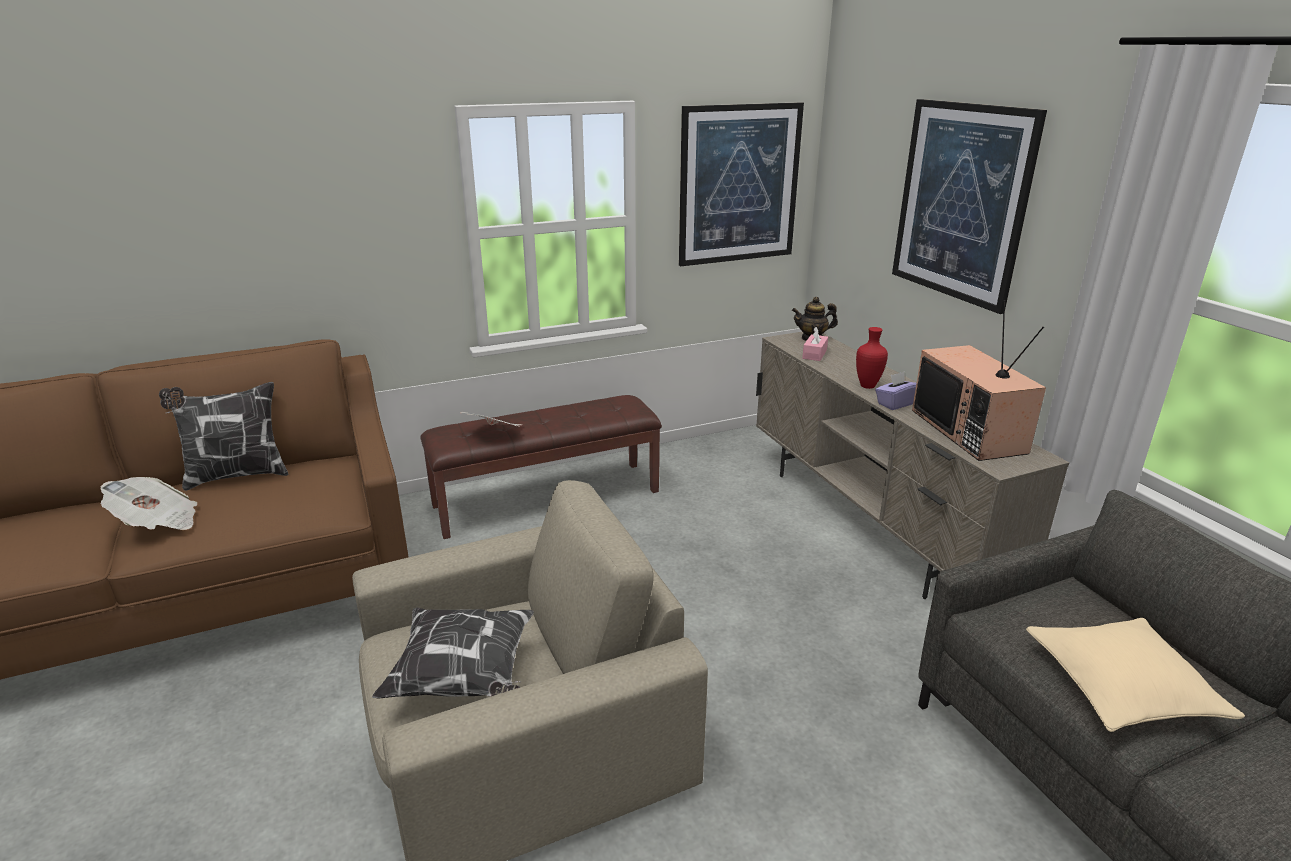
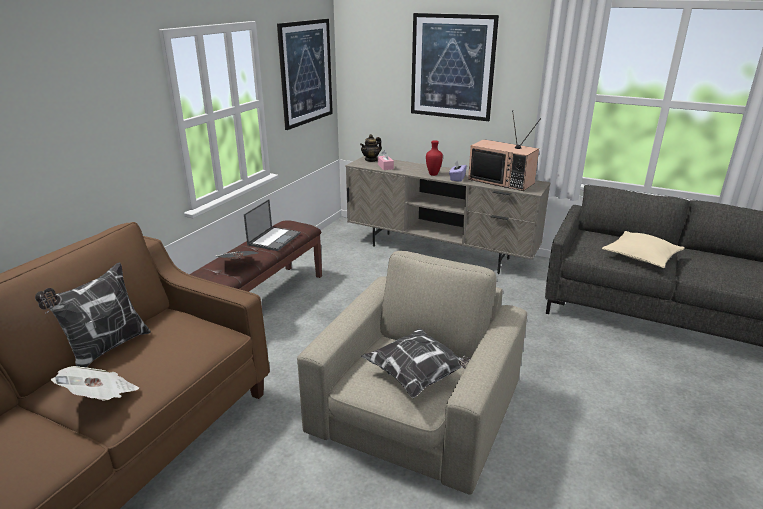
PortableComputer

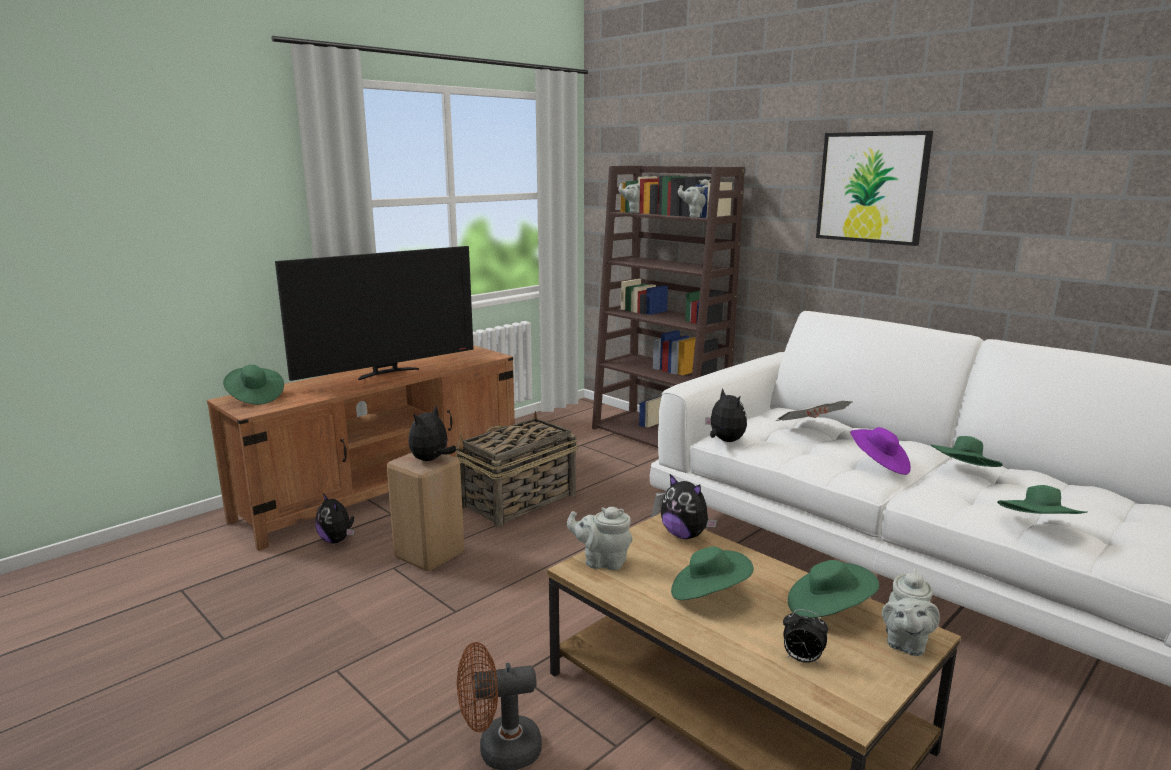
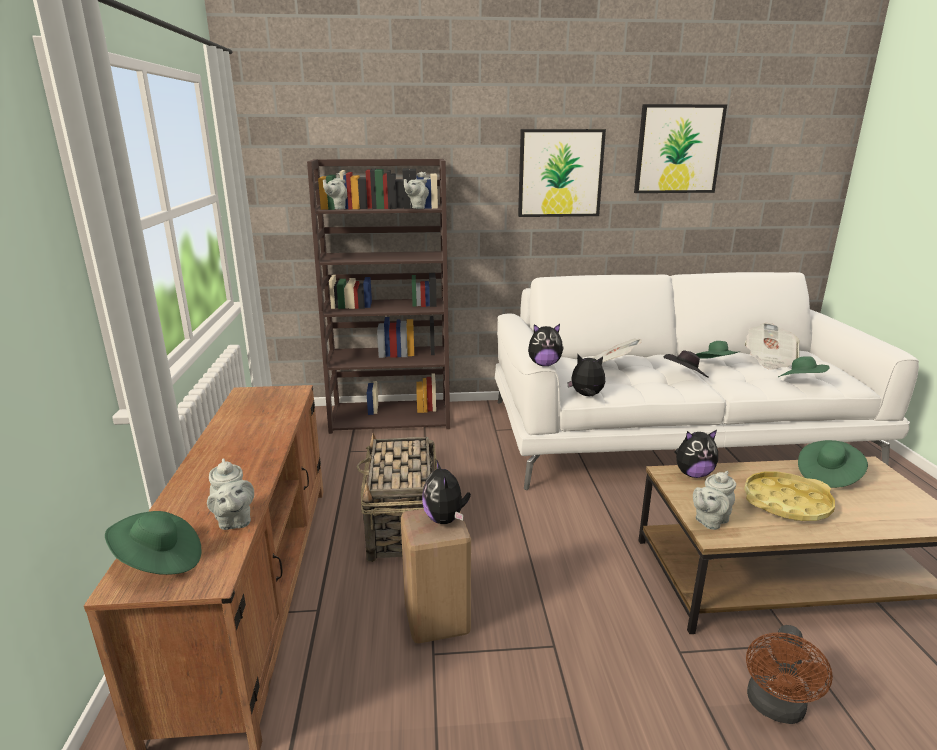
Tv
CuddlyToy (2nd from left)
YellowServingTray
AlarmClock
BlackColouredWearableHat
GrayTeapot (1st from left)
Picture (2nd from left)
Newspaper (2nd from left)

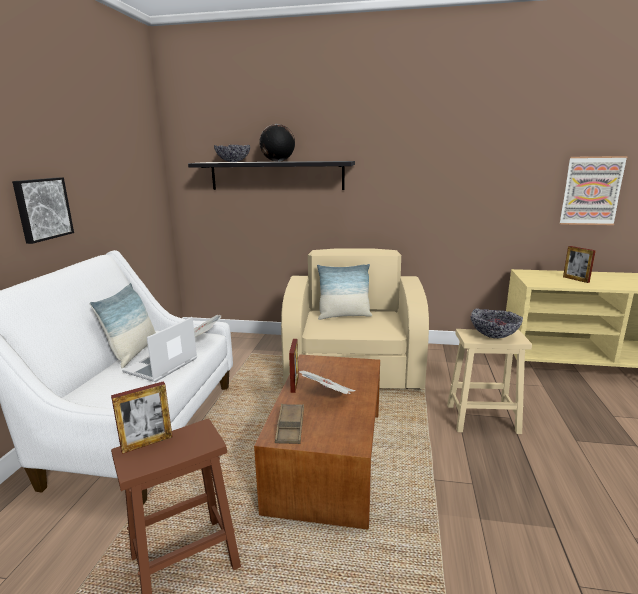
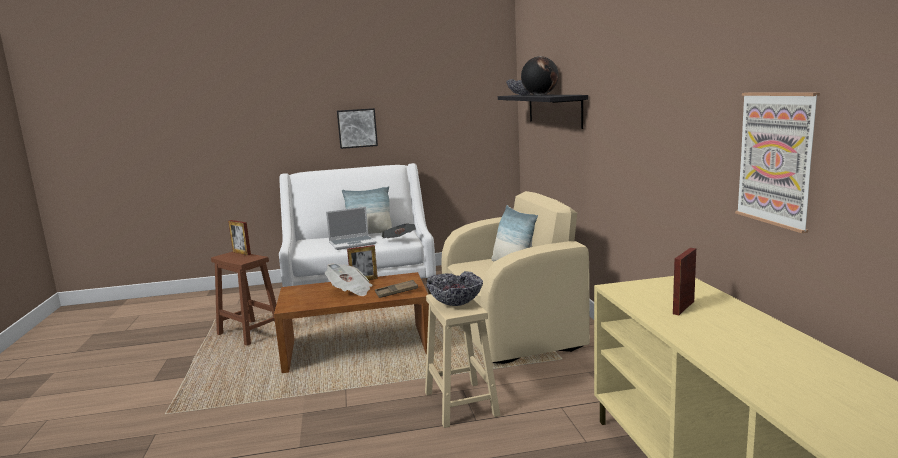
PortableComputer
BrownServingTray

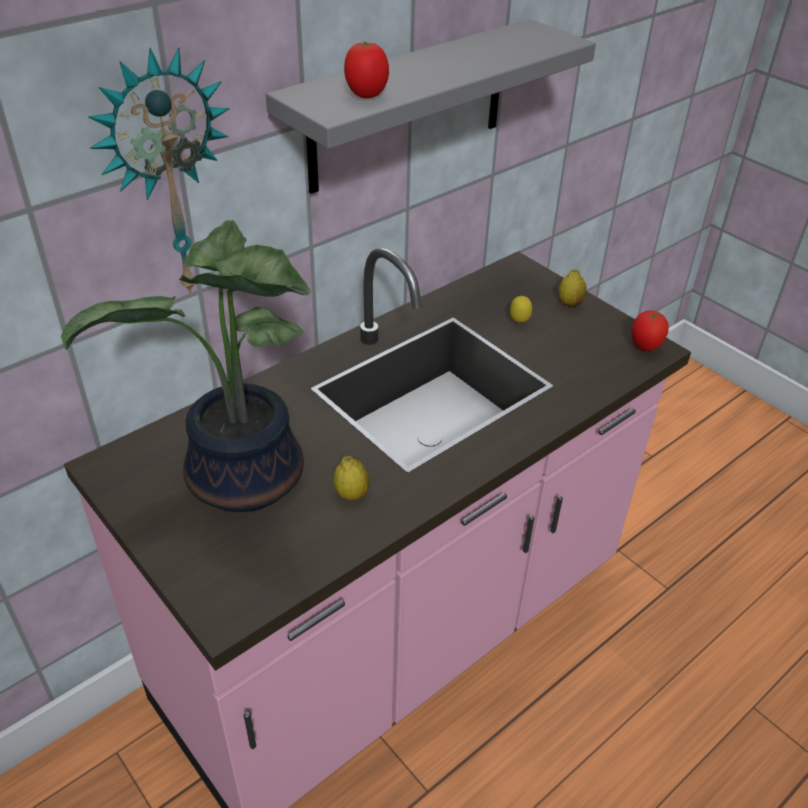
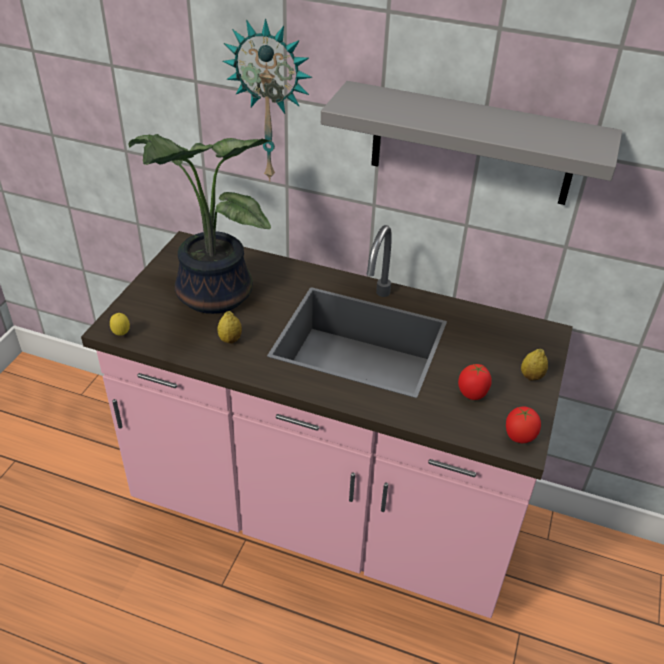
WholeTomato (1st from left)
CitrusFruit (1st from left)

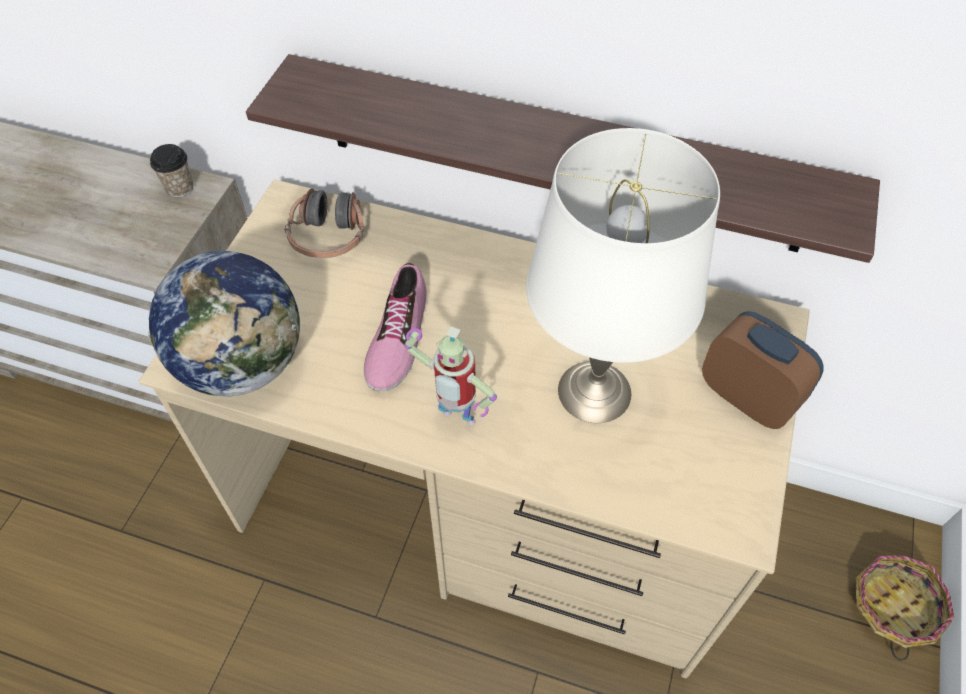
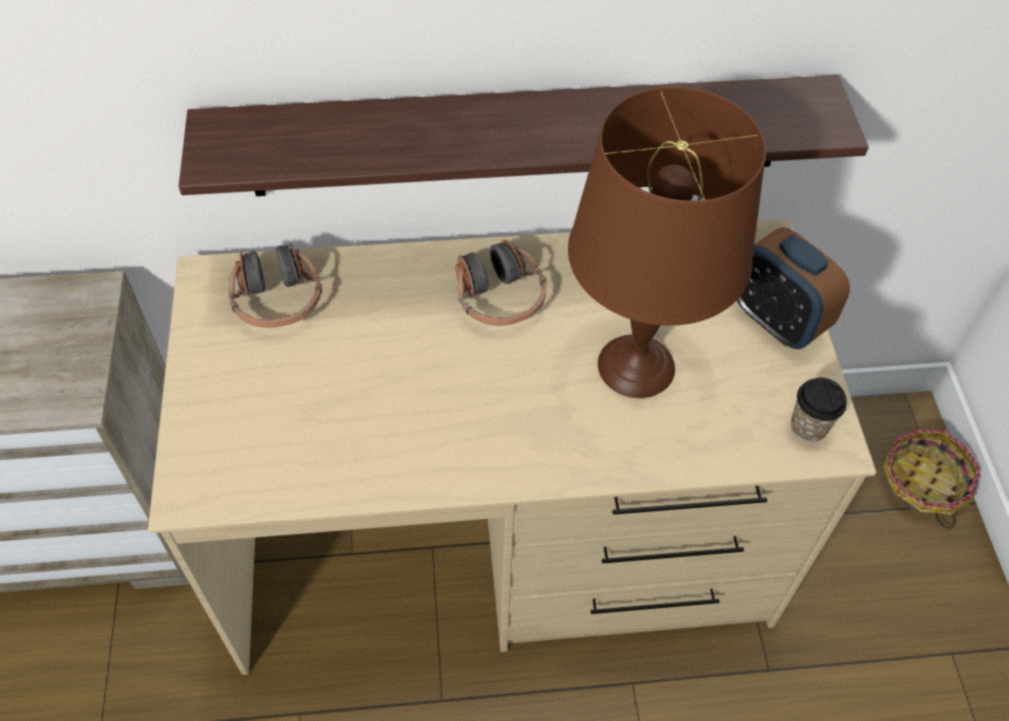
DeskGlobe
Cup
ItemOfFootwear
RobotFigure
BrownTabletopLamp
AlarmClock
Headphones (2nd from left)

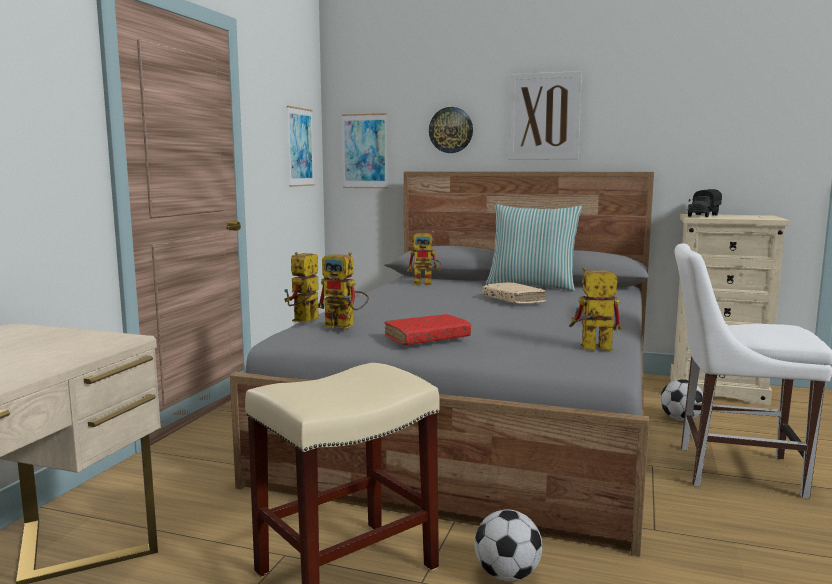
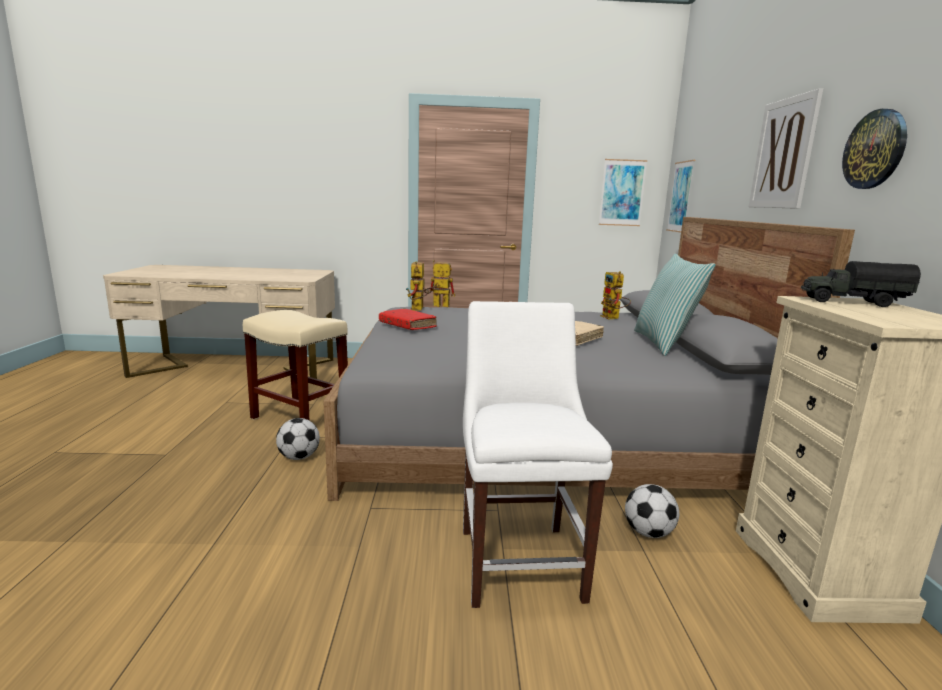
HangingClock
RobotFigure (4th from left in the first image)

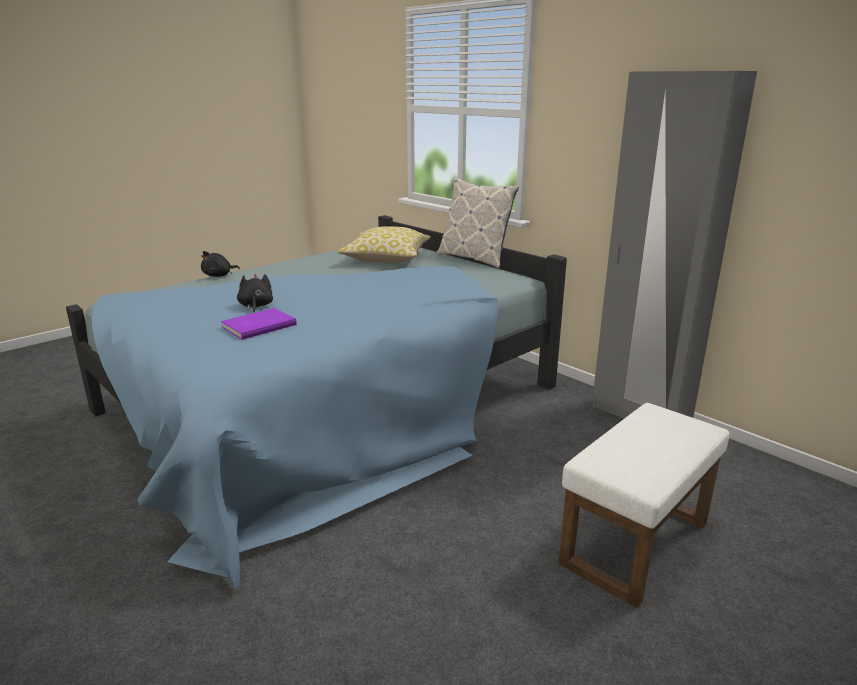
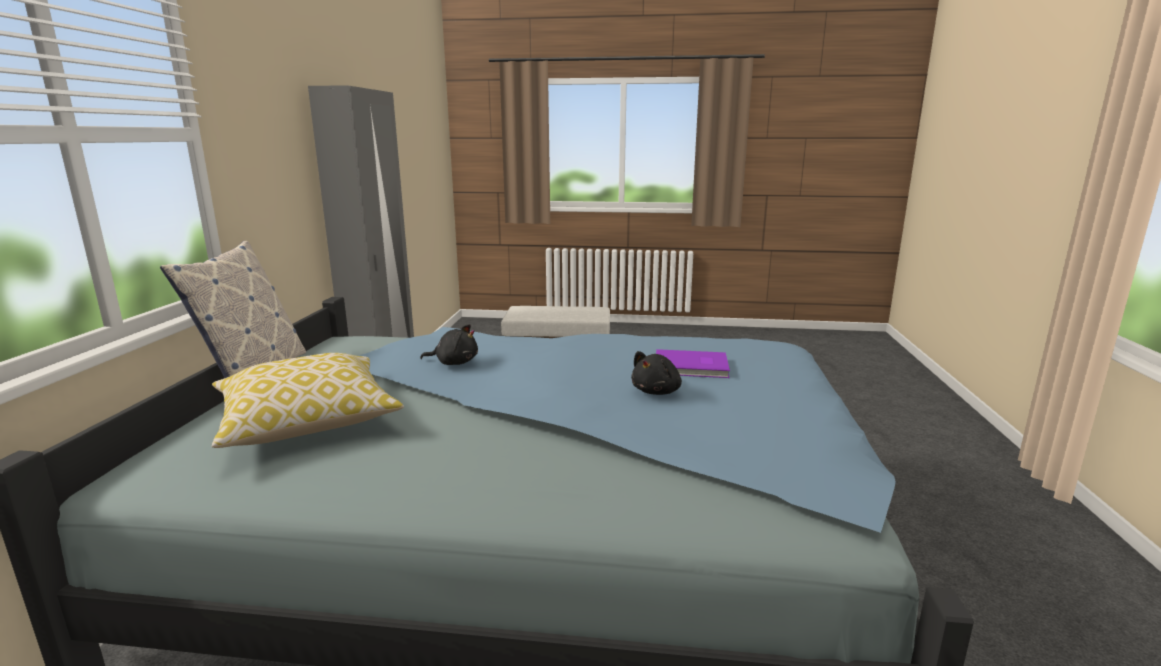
BlackColouredCuddlyToy (1st from left)

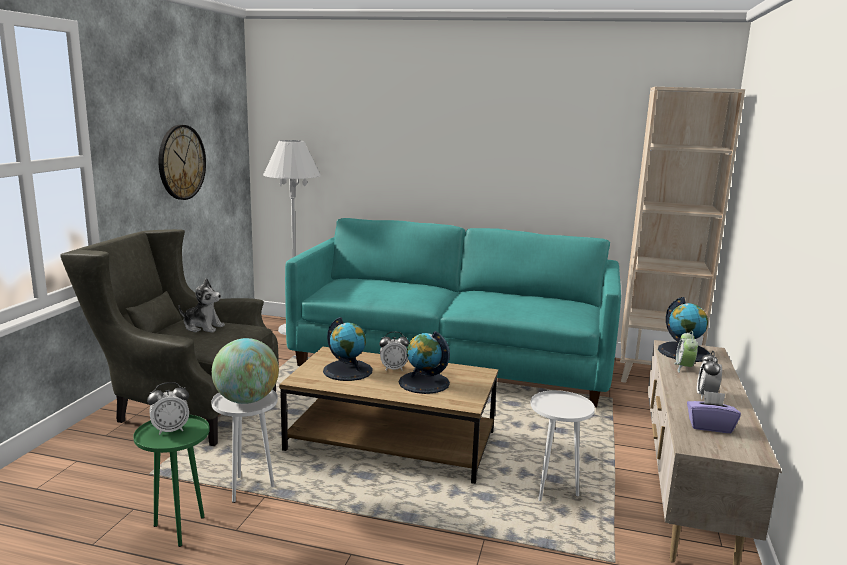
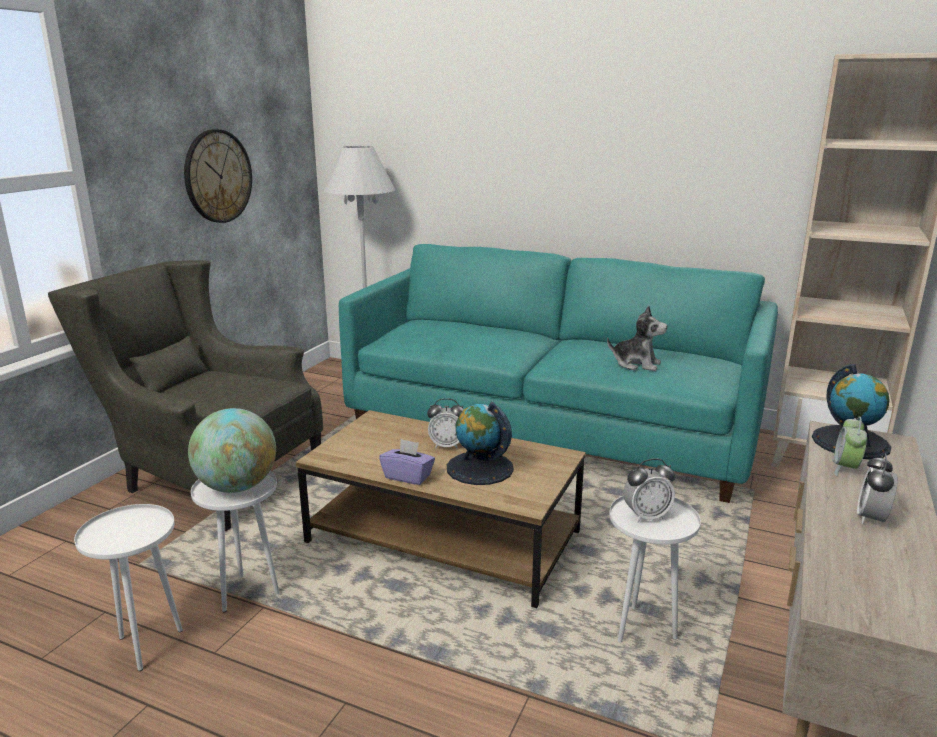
WhitishEndTable (1st from left)
AlarmClock (2nd from left)
CuddlyToy
DeskGlobe (2nd from left in the first image)
PurpleColouredTissueHolder

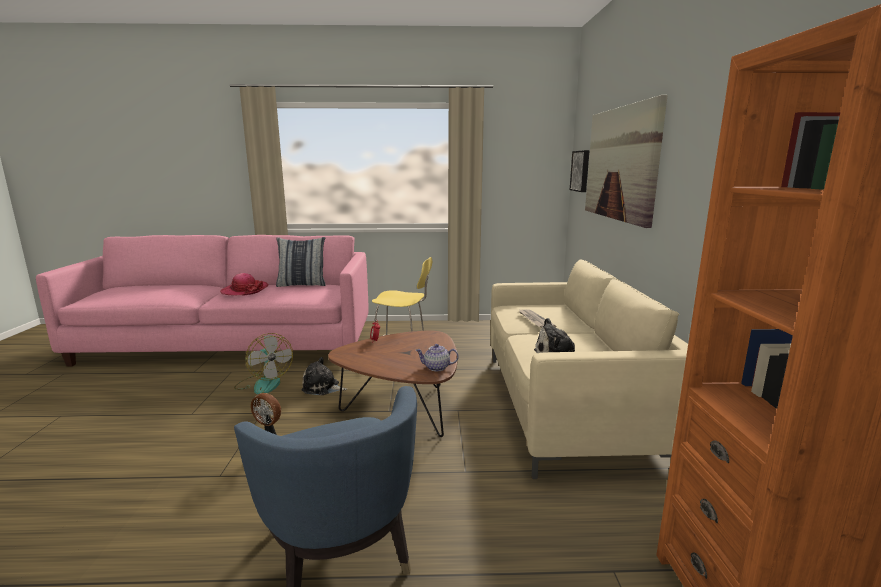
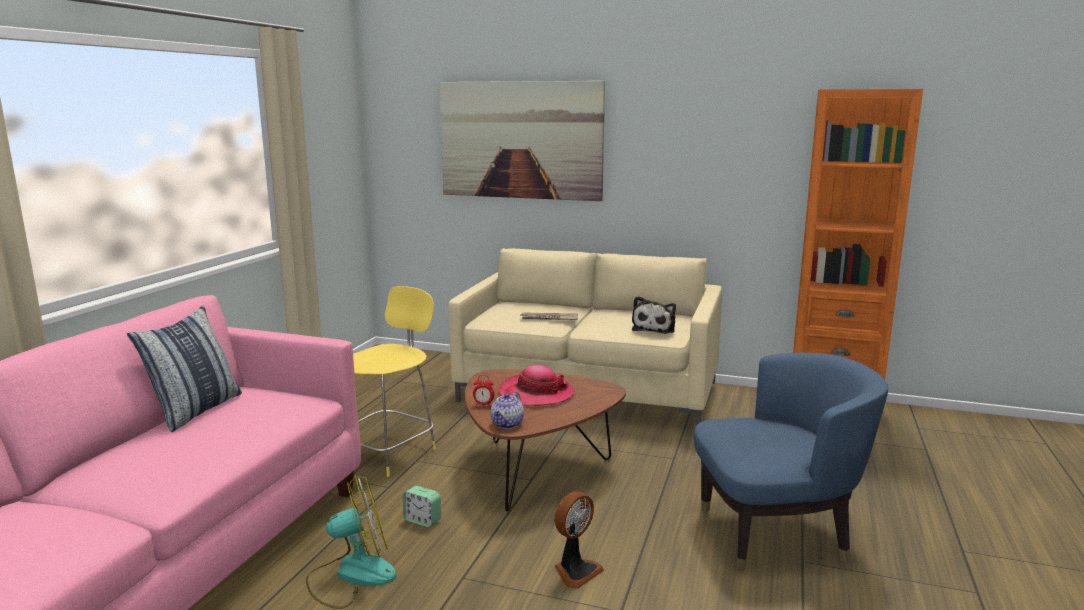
WearableHat
AlarmClock (1st from left)
Teapot
Picture (1st from left in the first image)

